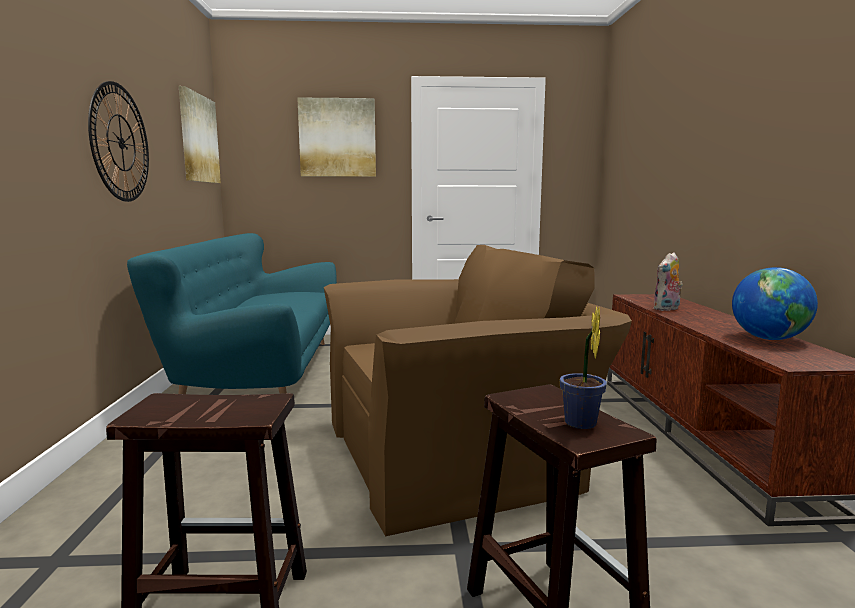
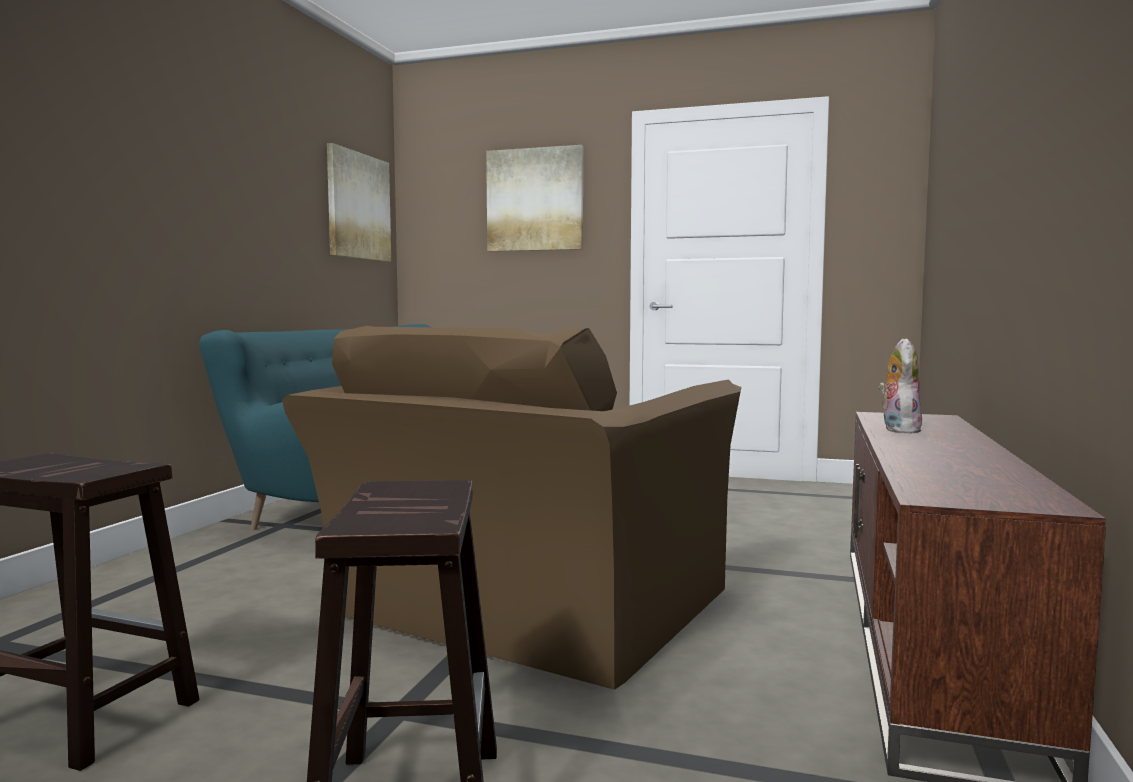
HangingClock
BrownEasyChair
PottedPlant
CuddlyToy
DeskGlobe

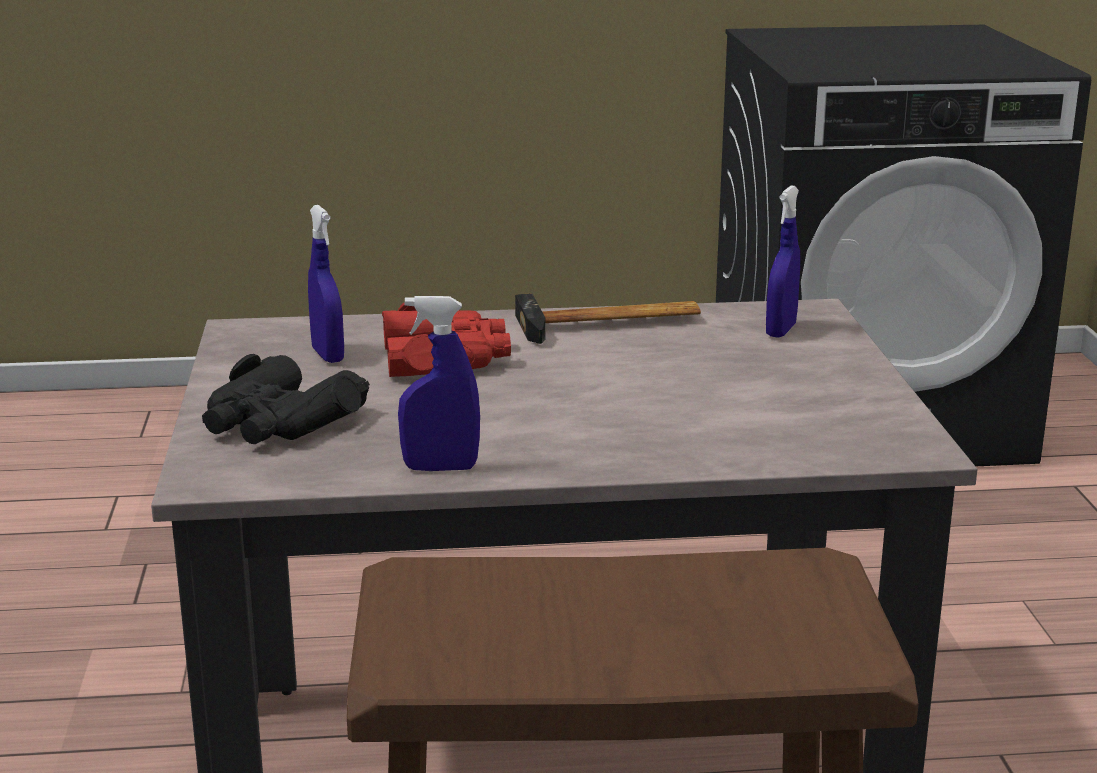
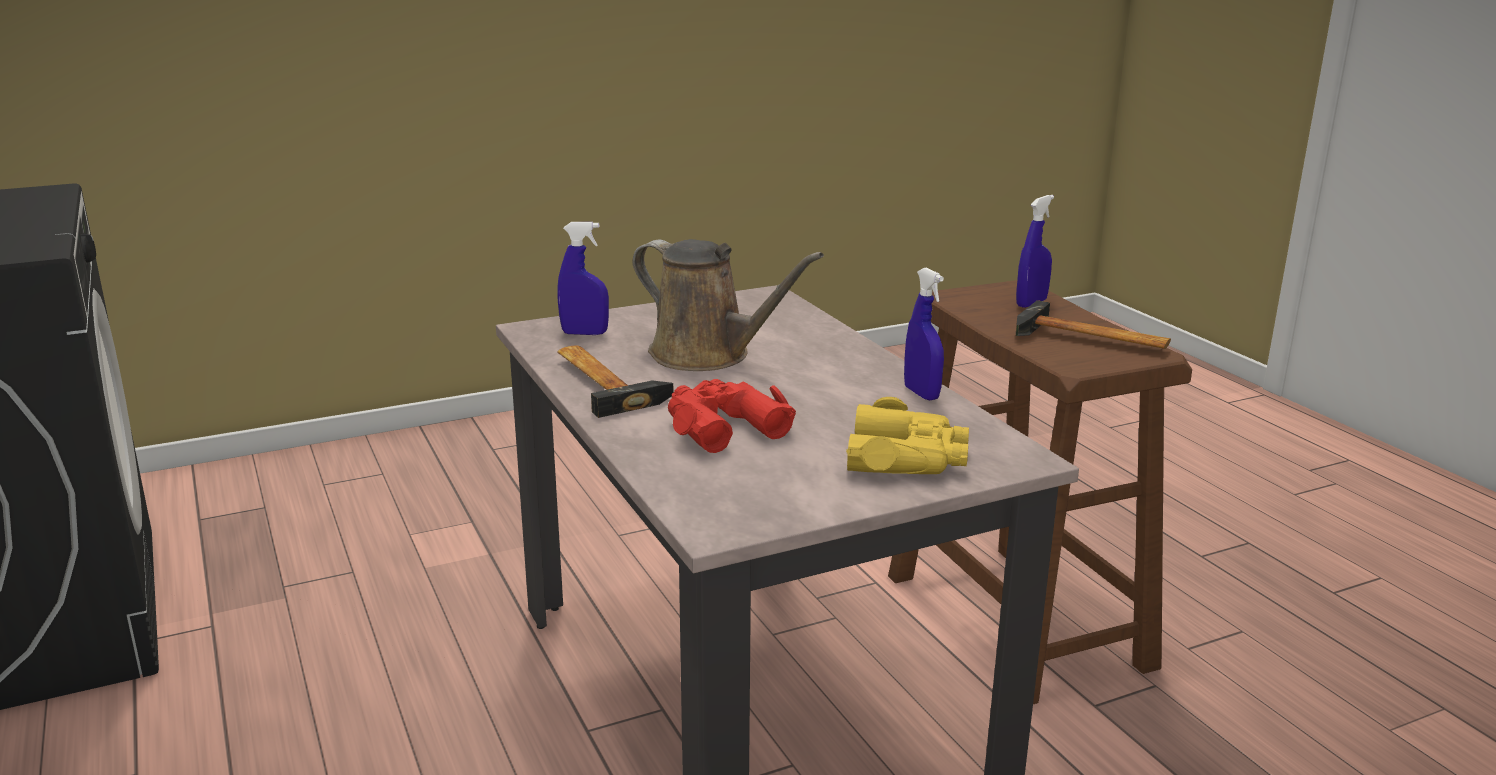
YellowPairOfBinoculars
BlueSprayBottle (3rd from left)
BrownWateringPot
Hammer (2nd from left)

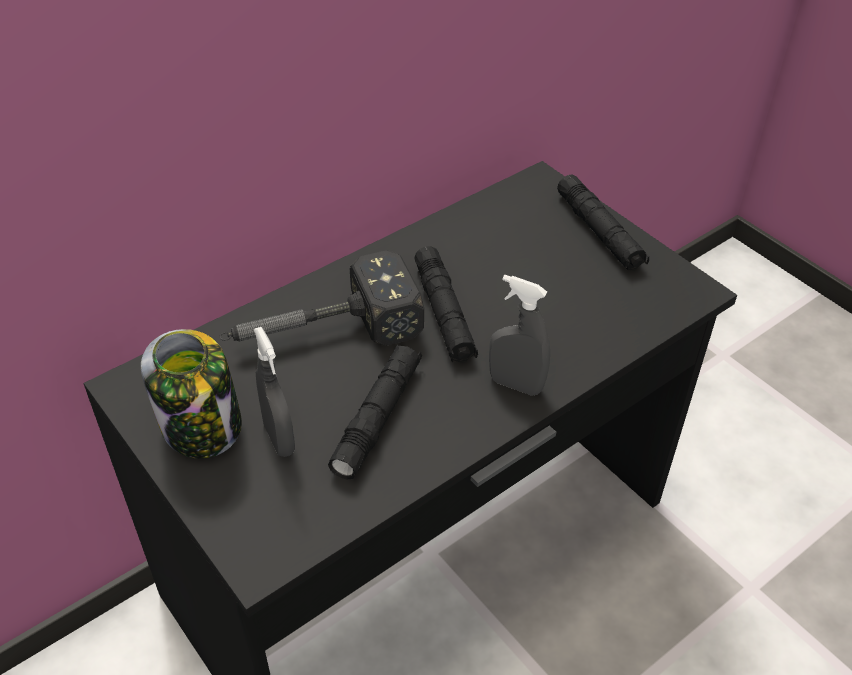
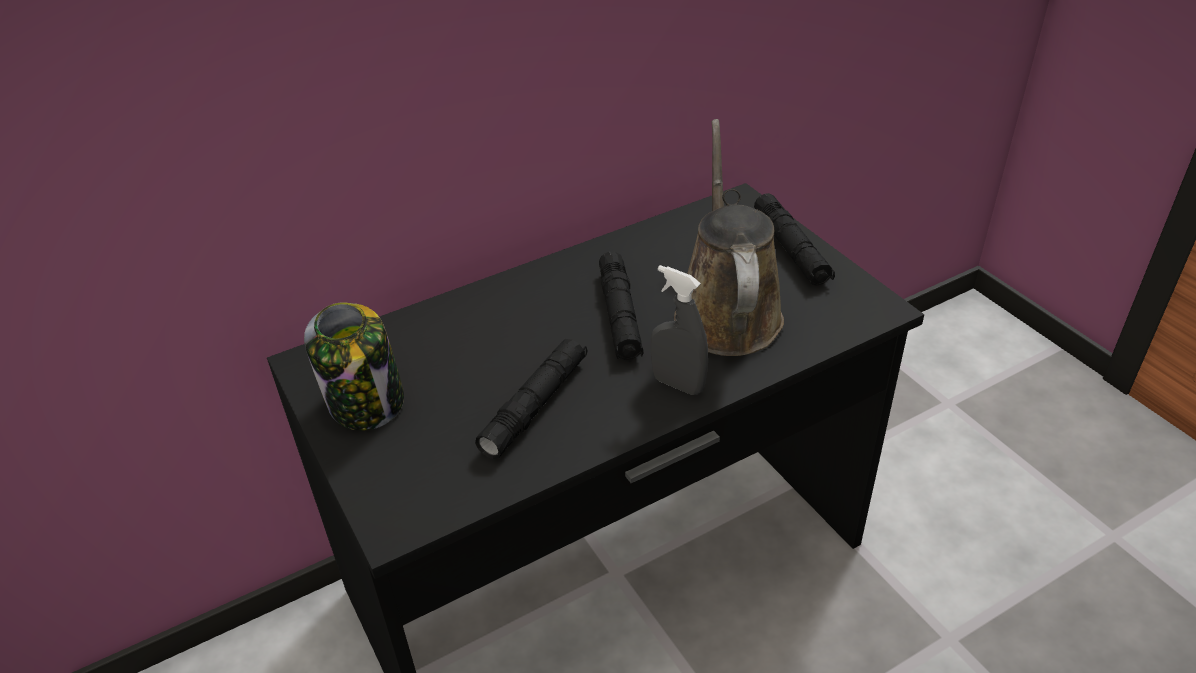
Hammer
GraySprayBottle (1st from left in the first image)
BrownWateringPot

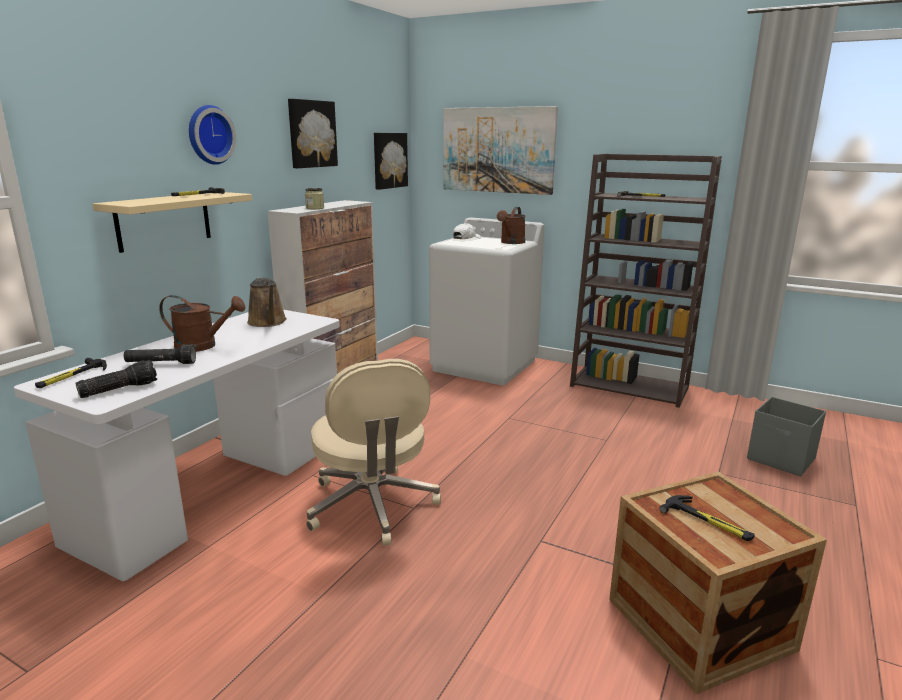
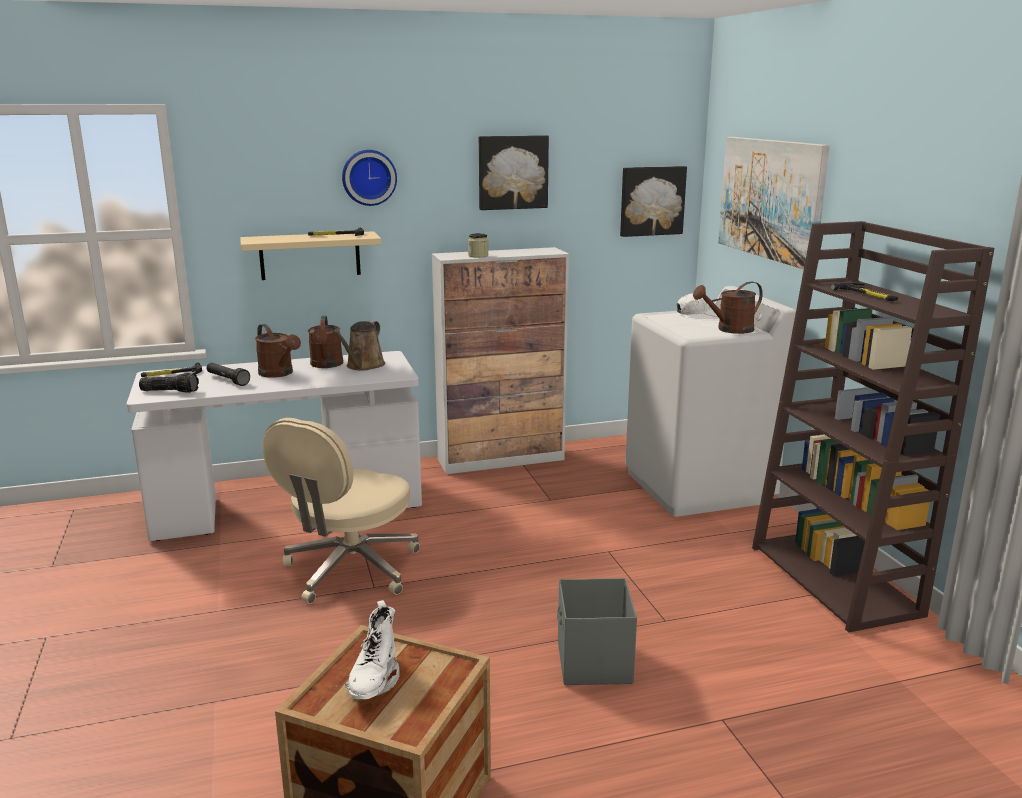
WhitishHighTopBoot
GrayStorageBox
BrownWateringPot (2nd from left)

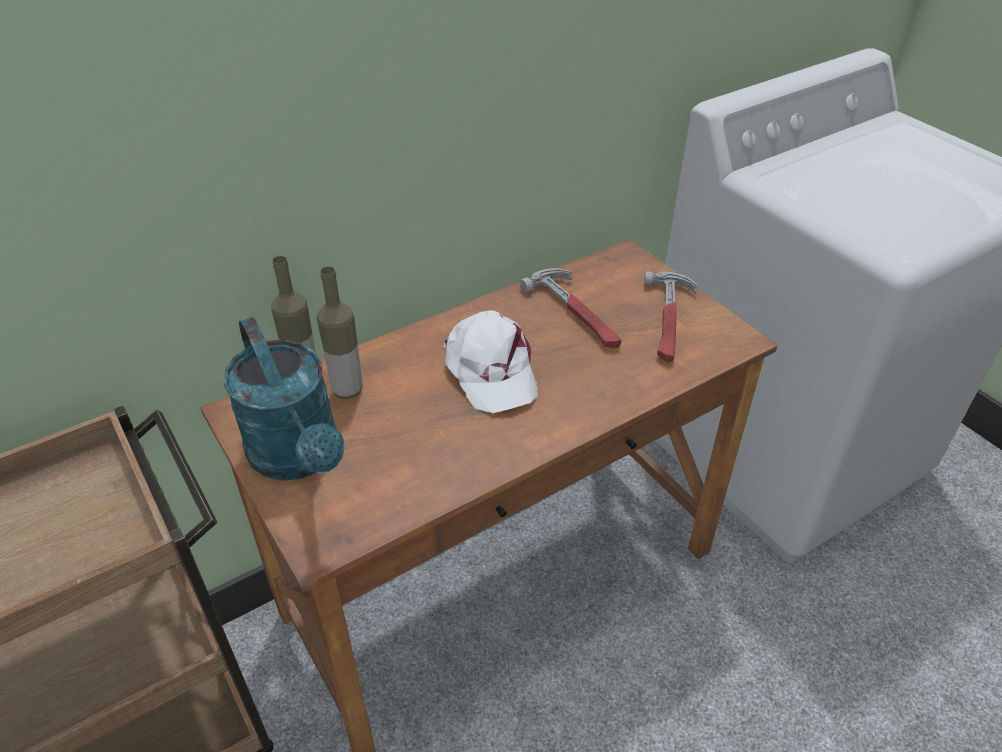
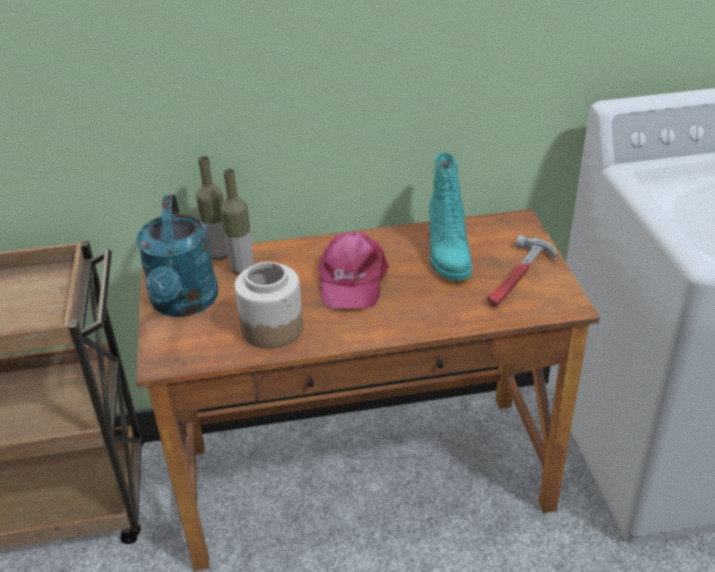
PinkColouredCap
TurquoiseColouredHighTopBoot
PreserveJar

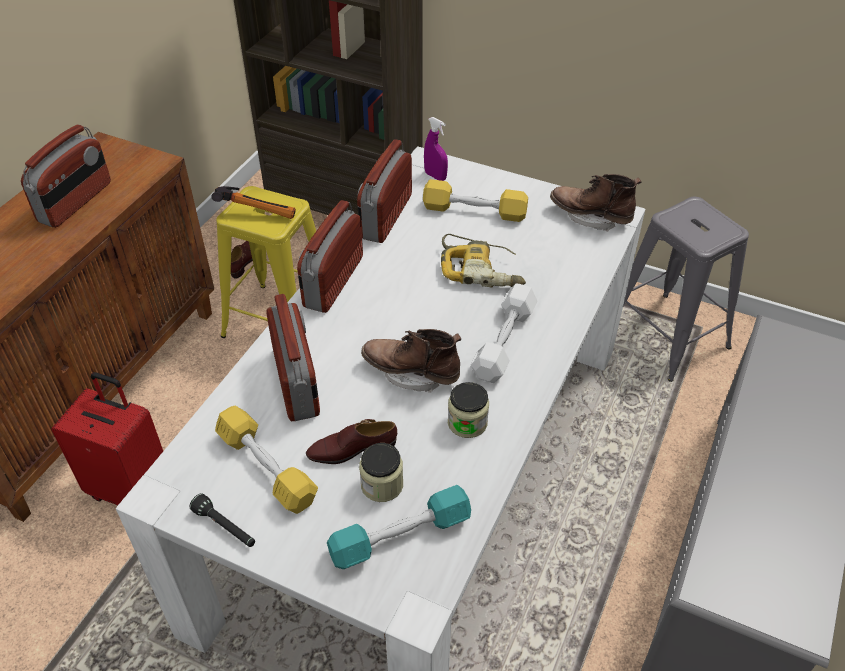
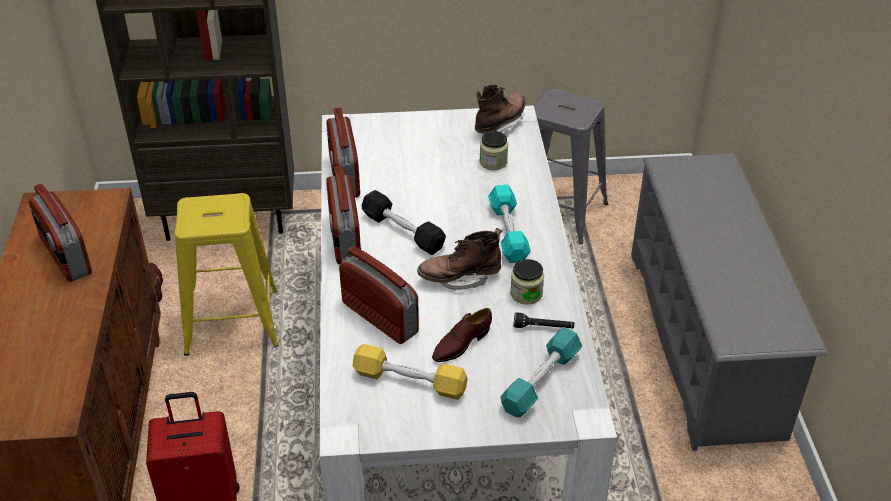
Radio (1st from left)
BlackColouredHandTorch
Hammer
PreserveJar (1st from left)
YellowFreeWeight (2nd from left in the first image)
PurpleColouredSprayBottle
ElectricDrill
TurquoiseColouredFreeWeight (1st from left)
BrownHighTopBoot (2nd from left)
BlackColouredFreeWeight

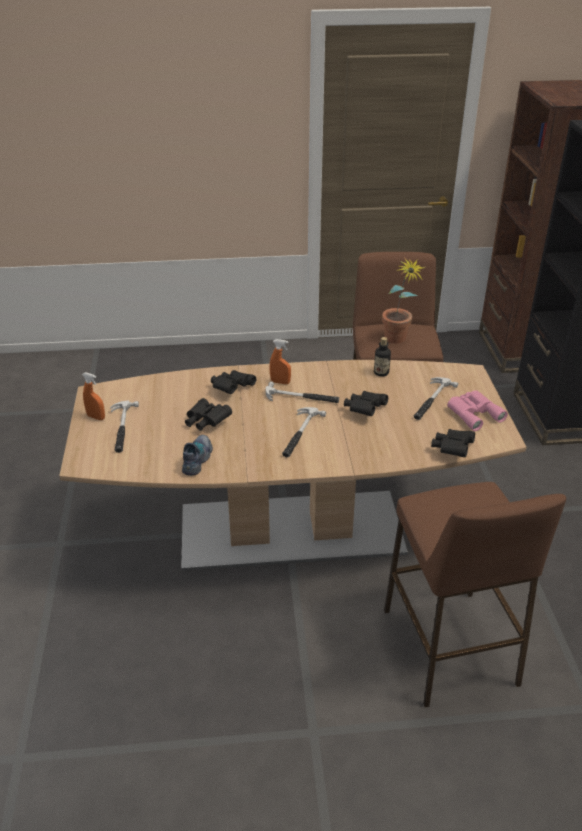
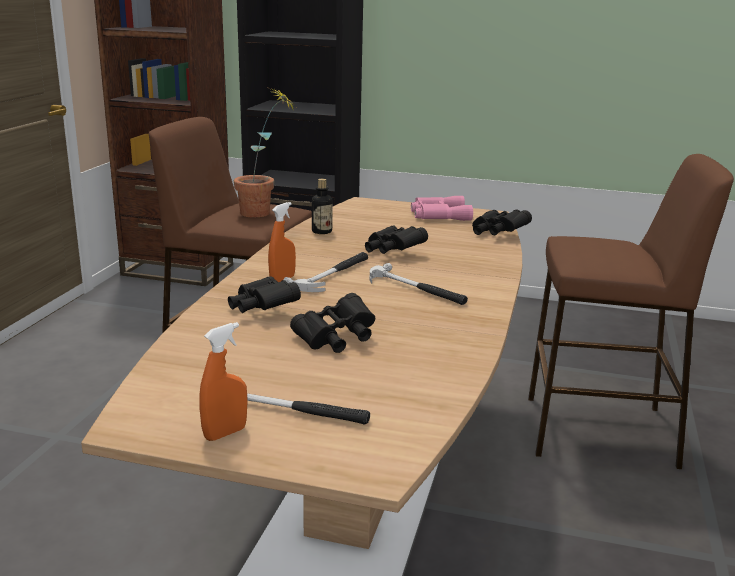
ItemOfFootwear
Hammer (4th from left in the first image)

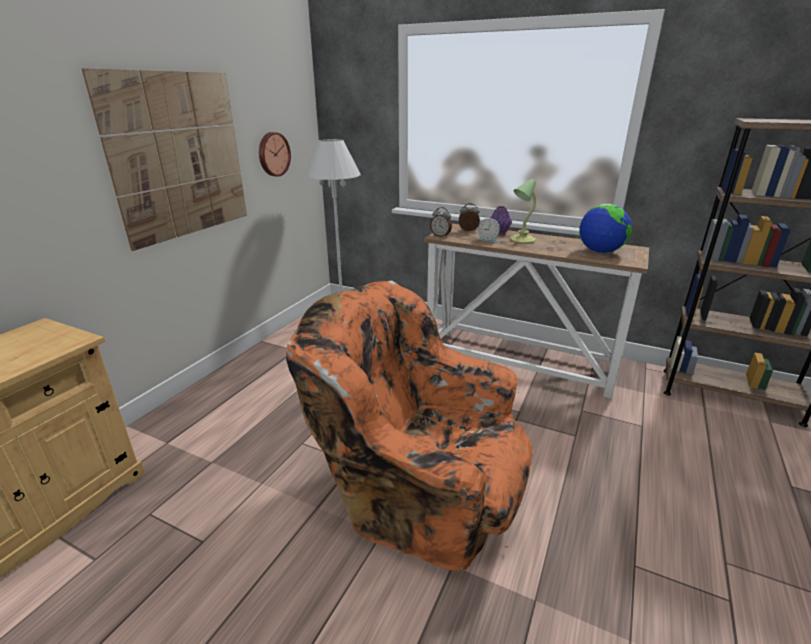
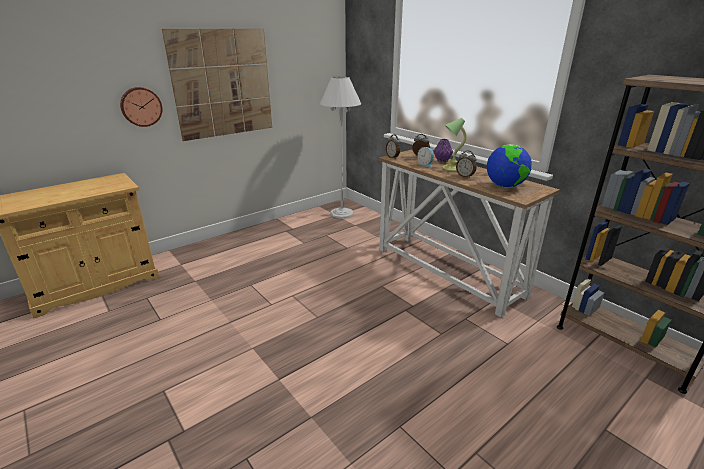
HangingClock
OrangeColouredEasyChair
AlarmClock (4th from left)

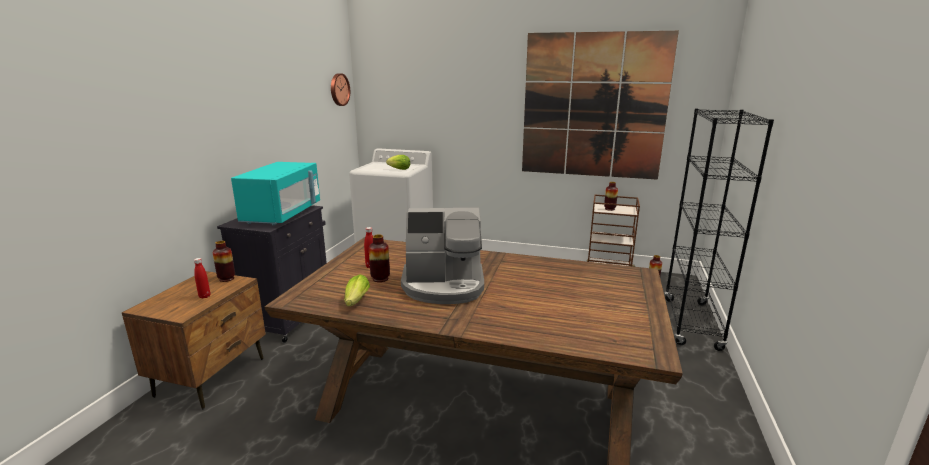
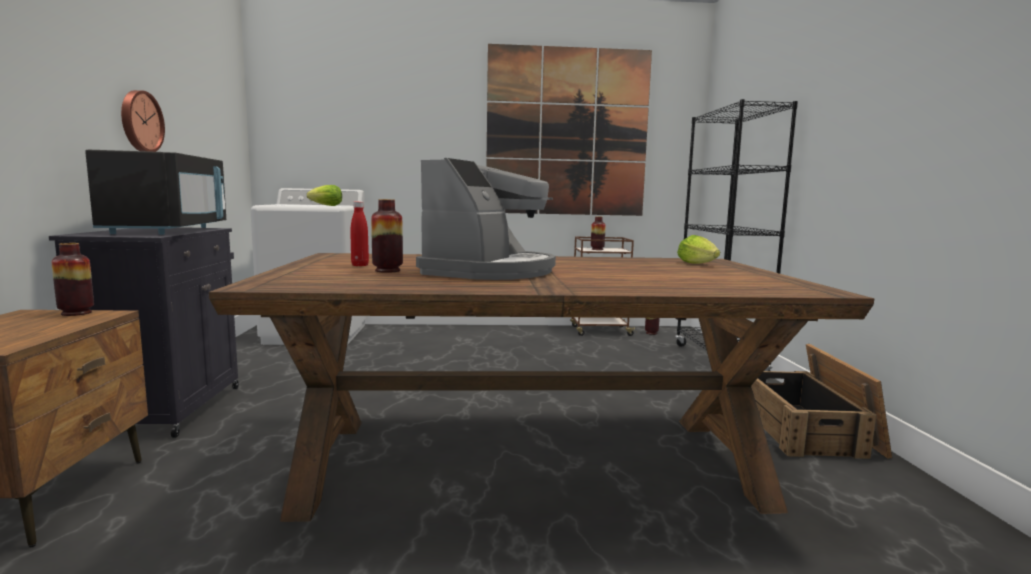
RedDrinkBottle (1st from left in the first image)
BlackColouredMicrowaveOven
HangingClock
HeadOfLettuce (2nd from left)
CoffeeMaker
PackingCrate

